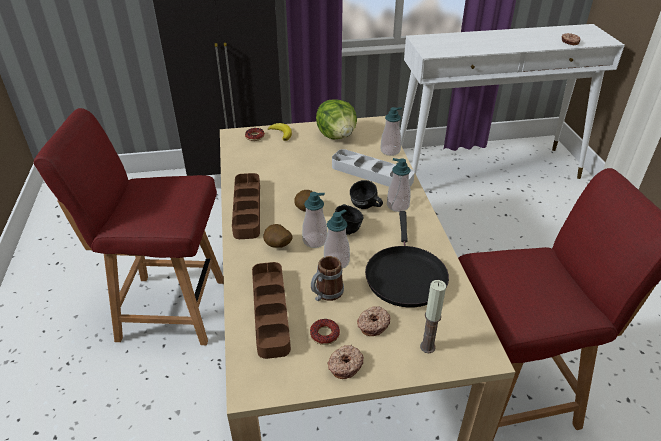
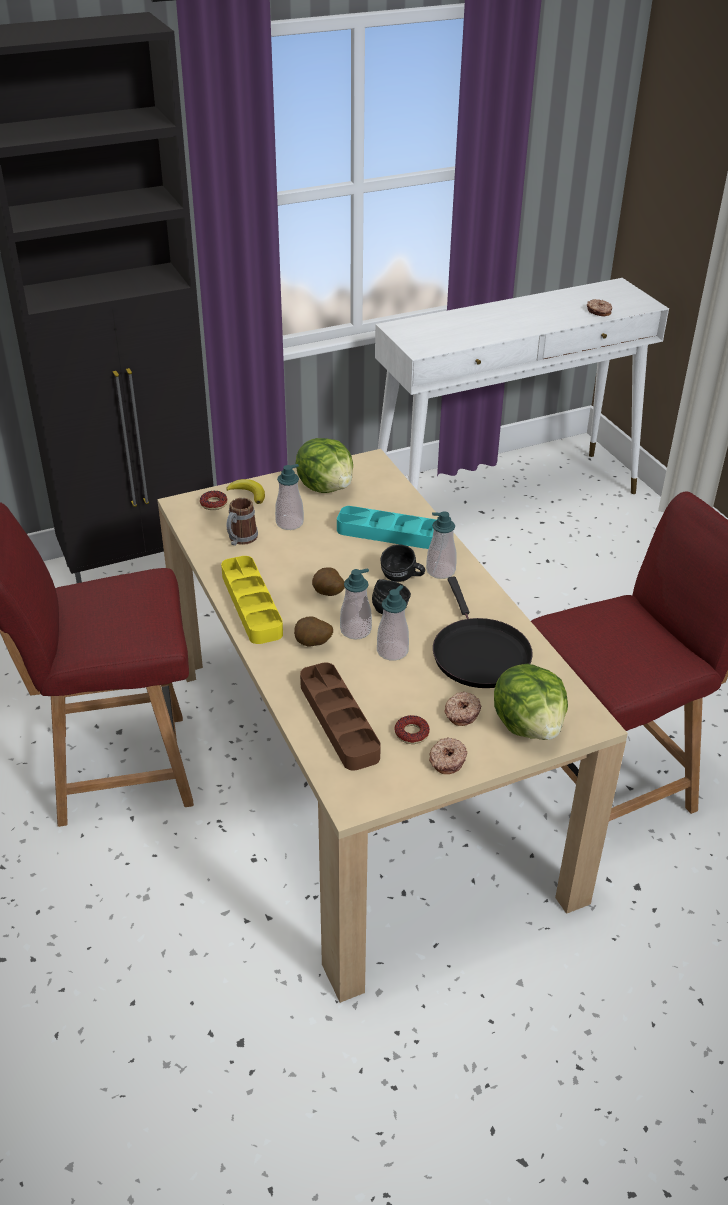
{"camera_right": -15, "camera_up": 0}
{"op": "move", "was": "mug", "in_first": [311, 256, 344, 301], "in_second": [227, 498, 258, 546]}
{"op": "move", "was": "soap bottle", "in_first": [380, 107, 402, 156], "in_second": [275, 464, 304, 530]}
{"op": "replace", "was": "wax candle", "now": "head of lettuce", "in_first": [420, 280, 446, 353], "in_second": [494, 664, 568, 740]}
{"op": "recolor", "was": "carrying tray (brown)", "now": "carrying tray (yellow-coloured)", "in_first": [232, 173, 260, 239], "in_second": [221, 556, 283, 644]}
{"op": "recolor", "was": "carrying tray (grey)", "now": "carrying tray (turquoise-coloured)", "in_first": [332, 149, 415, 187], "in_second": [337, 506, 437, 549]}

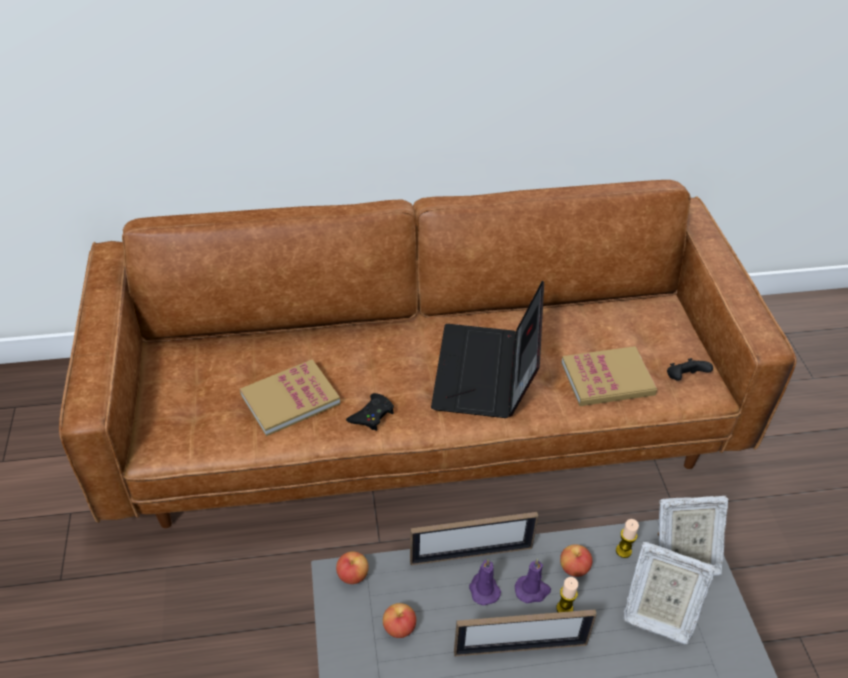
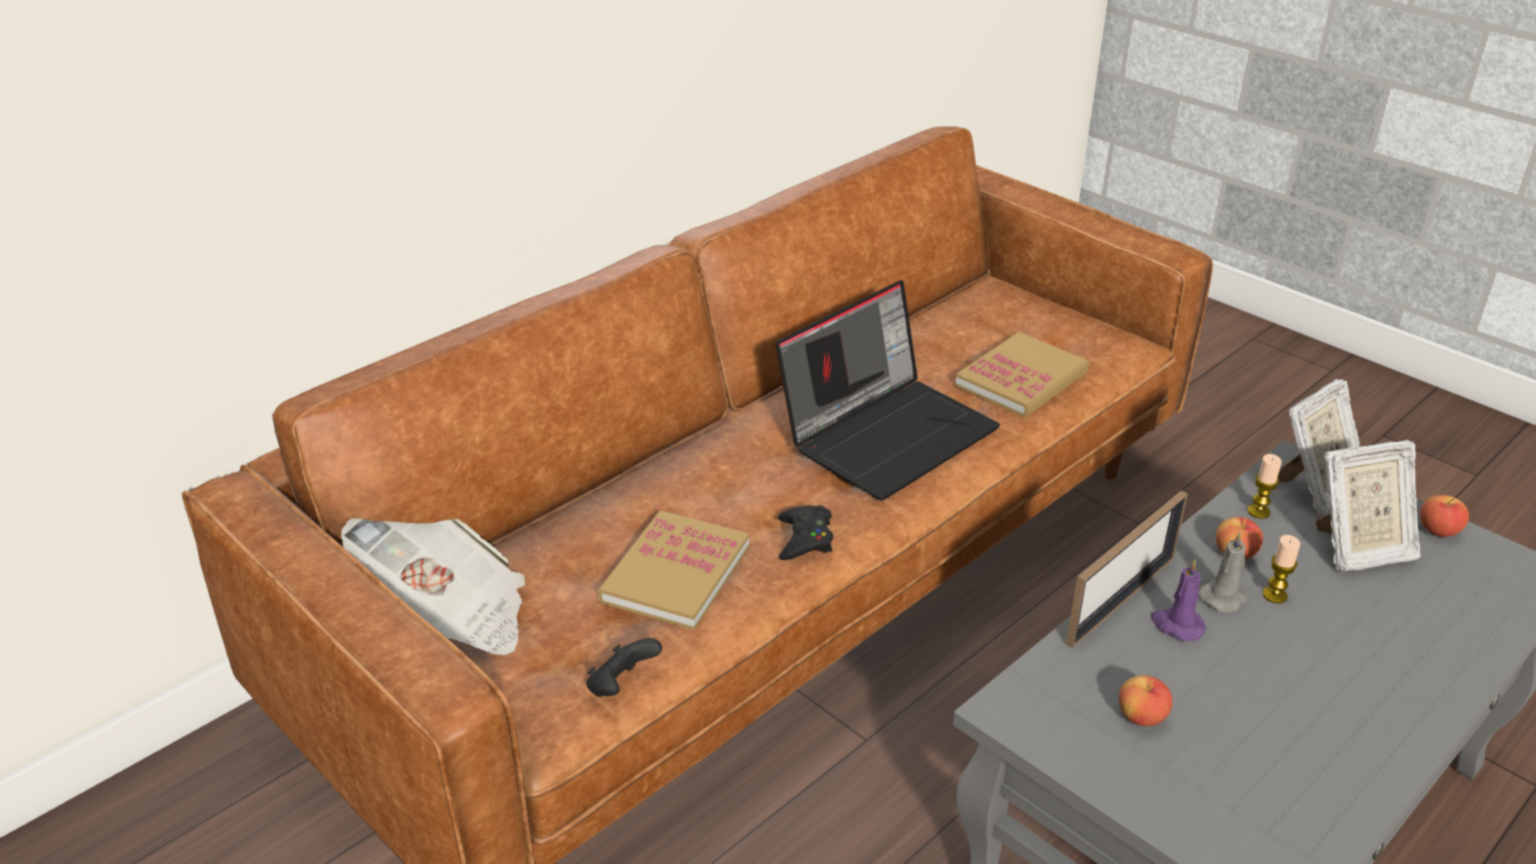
{"camera_right": -35, "camera_up": -10}
{"op": "delete", "was": "photo frame", "in_first": [454, 610, 597, 656]}
{"op": "insert", "now": "printed paper", "in_second": [341, 518, 525, 655]}
{"op": "move", "was": "apple fruit", "in_first": [336, 552, 369, 584], "in_second": [1420, 495, 1469, 537]}
{"op": "move", "was": "joypad (blackish)", "in_first": [667, 358, 713, 381], "in_second": [587, 638, 662, 697]}
{"op": "recolor", "was": "wax candle (purple-coloured)", "now": "wax candle (grey)", "in_first": [515, 559, 551, 603], "in_second": [1199, 532, 1248, 612]}
{"op": "rotate", "was": "laptop", "in_first": [431, 281, 544, 418], "in_second": [775, 280, 1000, 500], "clockwise": -105}

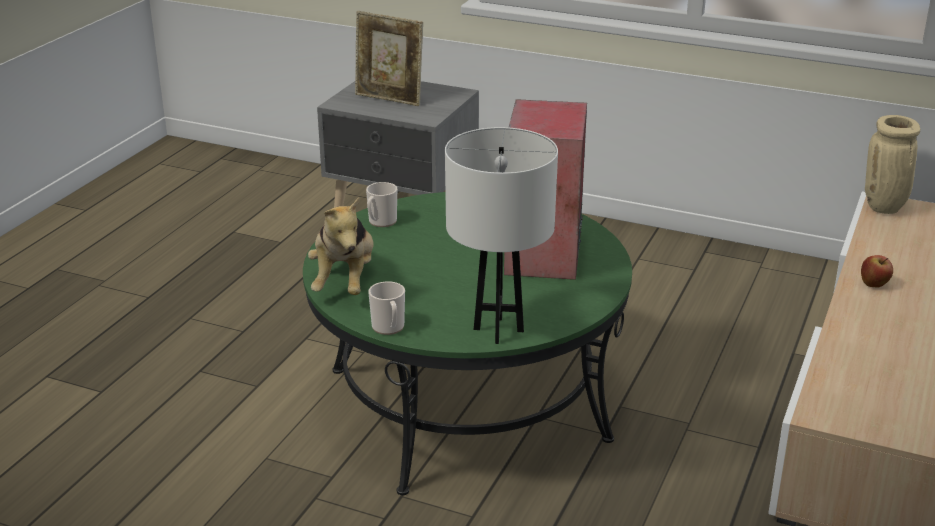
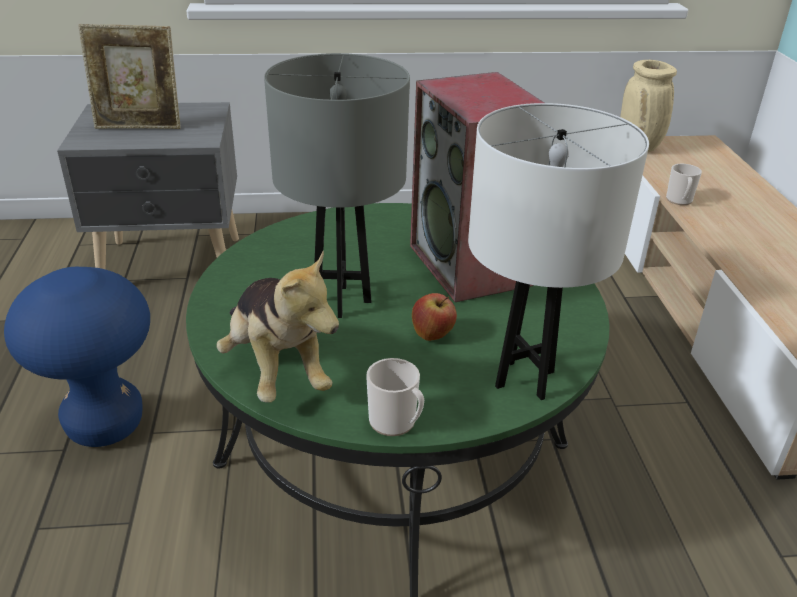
{"camera_right": -30, "camera_up": 5}
{"op": "insert", "now": "stool (blue)", "in_second": [4, 267, 150, 447]}
{"op": "insert", "now": "table lamp (grey)", "in_second": [264, 53, 410, 318]}
{"op": "move", "was": "mug", "in_first": [366, 182, 397, 227], "in_second": [666, 164, 702, 205]}
{"op": "move", "was": "apple fruit", "in_first": [861, 255, 893, 287], "in_second": [412, 293, 457, 341]}

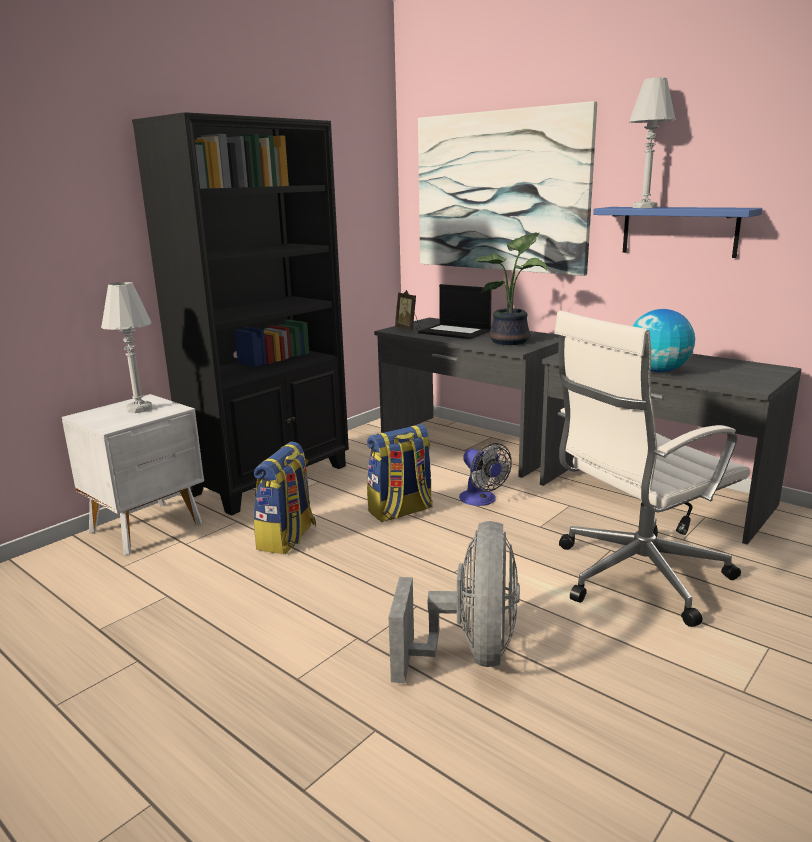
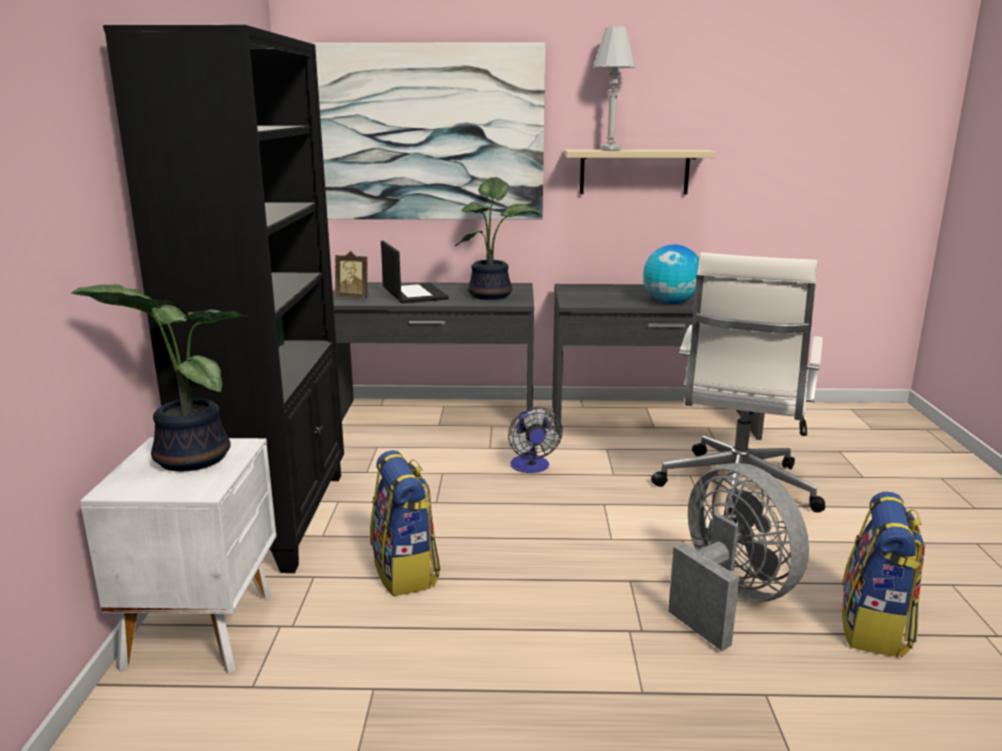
{"camera_right": -40, "camera_up": 0}
{"op": "move", "was": "knapsack", "in_first": [367, 424, 433, 522], "in_second": [842, 491, 925, 658]}
{"op": "replace", "was": "table lamp (white-coloured)", "now": "potted plant", "in_first": [101, 282, 152, 413], "in_second": [71, 284, 244, 472]}
{"op": "recolor", "was": "shelf (blue)", "now": "shelf (beige)", "in_first": [593, 207, 763, 258], "in_second": [565, 149, 716, 194]}
{"op": "rotate", "was": "laptop", "in_first": [418, 284, 492, 339], "in_second": [381, 240, 449, 303], "clockwise": -105}
{"op": "rotate", "was": "cooling fan", "in_first": [459, 443, 512, 506], "in_second": [508, 407, 563, 473], "clockwise": 60}

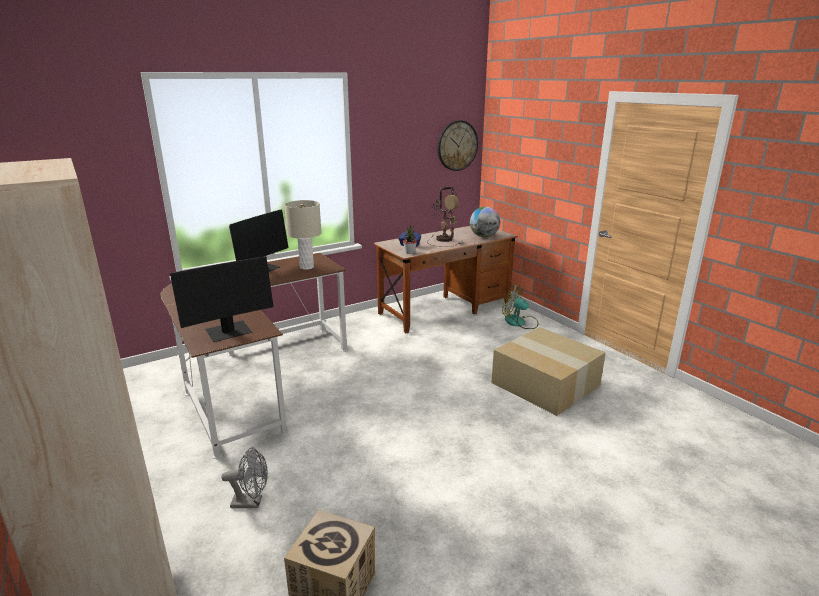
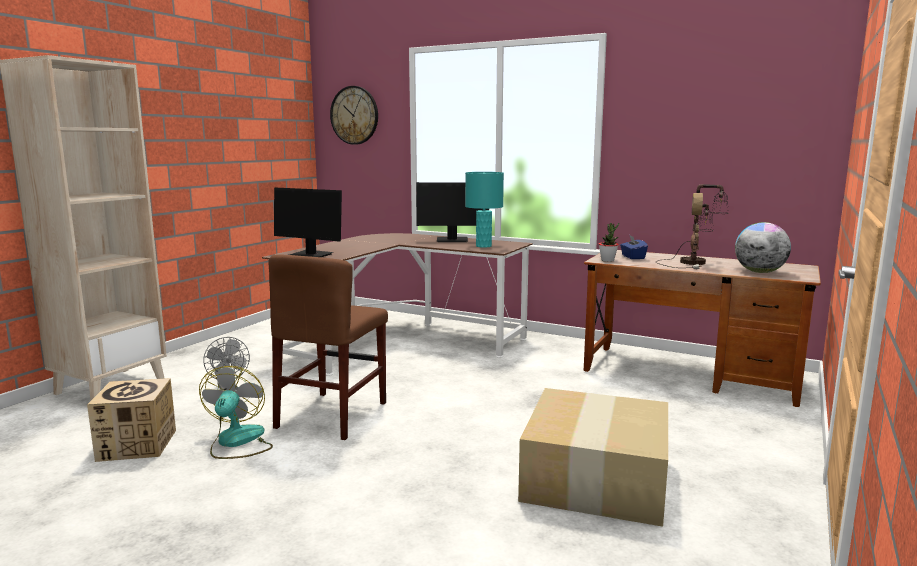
{"camera_right": 60, "camera_up": -10}
{"op": "insert", "now": "plain chair (brown)", "in_second": [268, 255, 388, 440]}
{"op": "move", "was": "wall clock", "in_first": [437, 120, 478, 171], "in_second": [330, 86, 378, 145]}
{"op": "move", "was": "cooling fan", "in_first": [502, 284, 539, 329], "in_second": [199, 366, 273, 459]}
{"op": "recolor", "was": "table lamp (beige)", "now": "table lamp (turquoise-coloured)", "in_first": [284, 200, 322, 270], "in_second": [465, 172, 504, 248]}

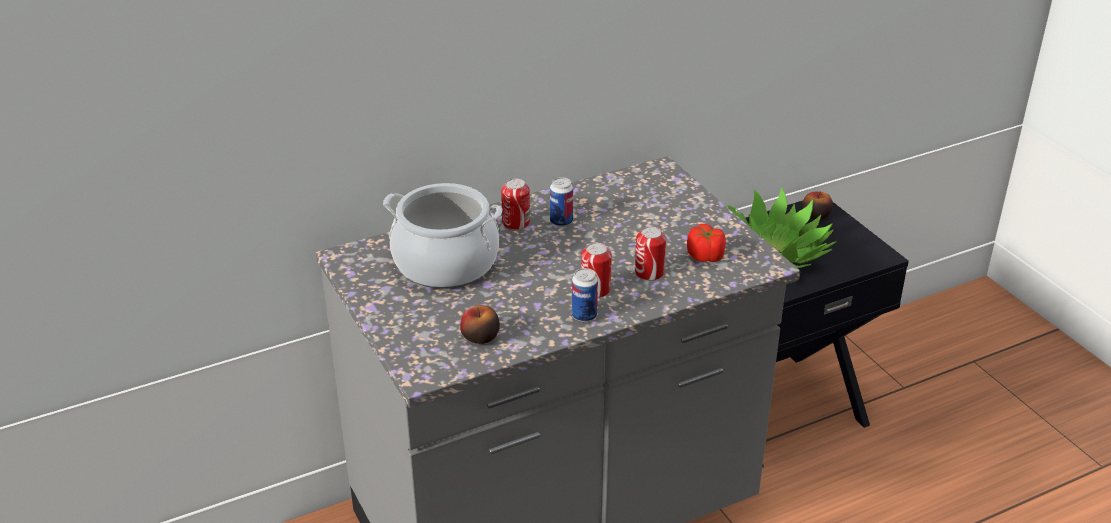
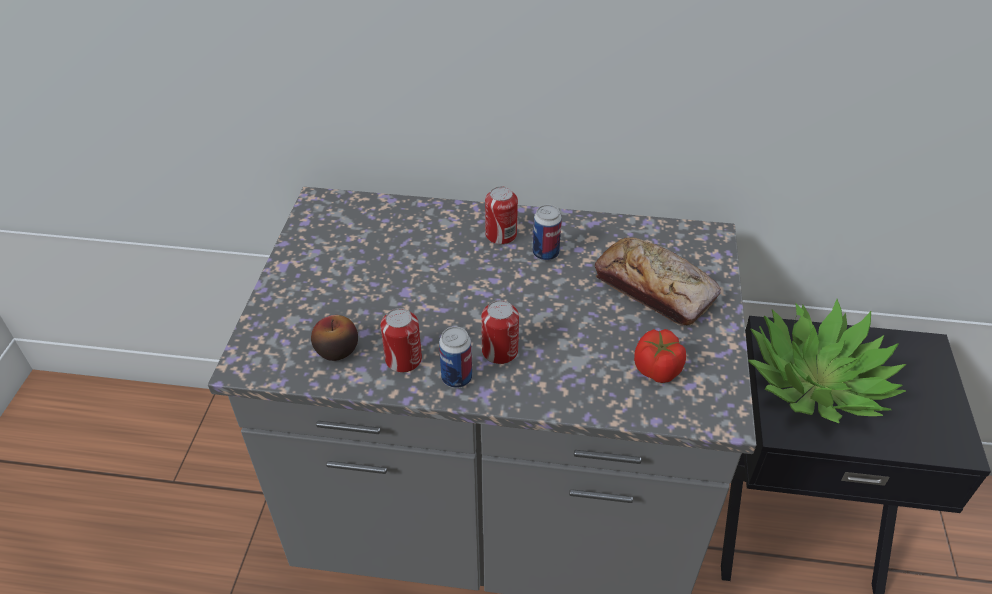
{"camera_right": 35, "camera_up": 10}
{"op": "delete", "was": "cooking pot", "in_first": [383, 183, 503, 289]}
{"op": "delete", "was": "apple fruit", "in_first": [802, 191, 833, 219]}
{"op": "insert", "now": "baked bread", "in_second": [595, 238, 721, 326]}
{"op": "move", "was": "can", "in_first": [635, 226, 666, 281], "in_second": [380, 308, 422, 373]}

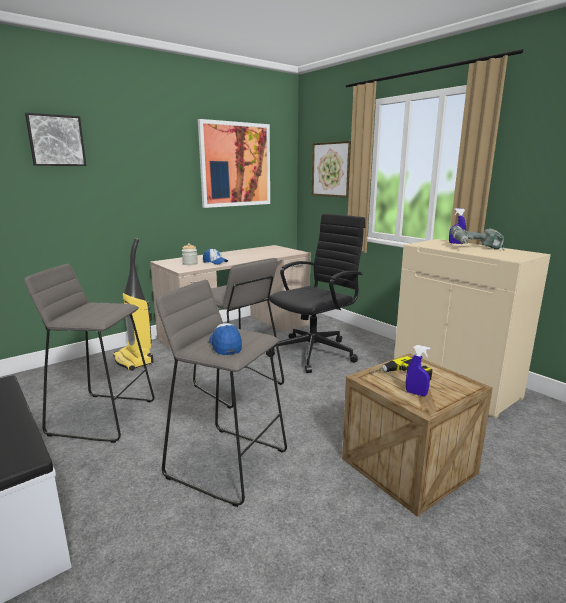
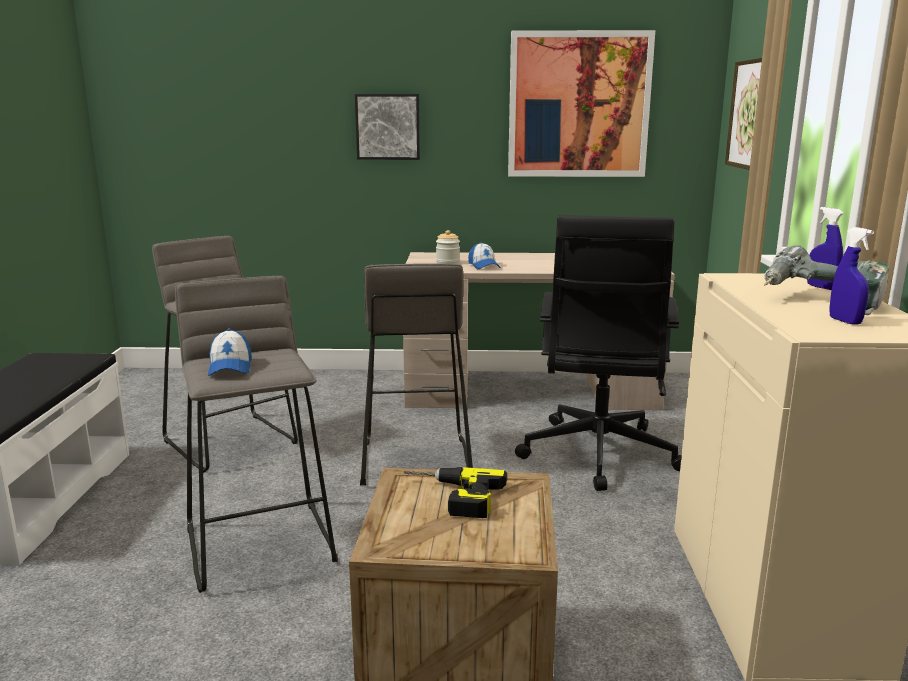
{"camera_right": 40, "camera_up": 0}
{"op": "delete", "was": "vacuum", "in_first": [113, 238, 154, 371]}
{"op": "move", "was": "picture", "in_first": [25, 113, 86, 166], "in_second": [355, 94, 420, 160]}
{"op": "move", "was": "hand sprayer (blue)", "in_first": [406, 345, 430, 396], "in_second": [829, 227, 874, 325]}
{"op": "rotate", "was": "cap", "in_first": [209, 323, 242, 355], "in_second": [208, 329, 252, 376], "clockwise": 150}
{"op": "rotate", "was": "office chair (blackish)", "in_first": [266, 213, 365, 373], "in_second": [515, 215, 682, 491], "clockwise": 105}

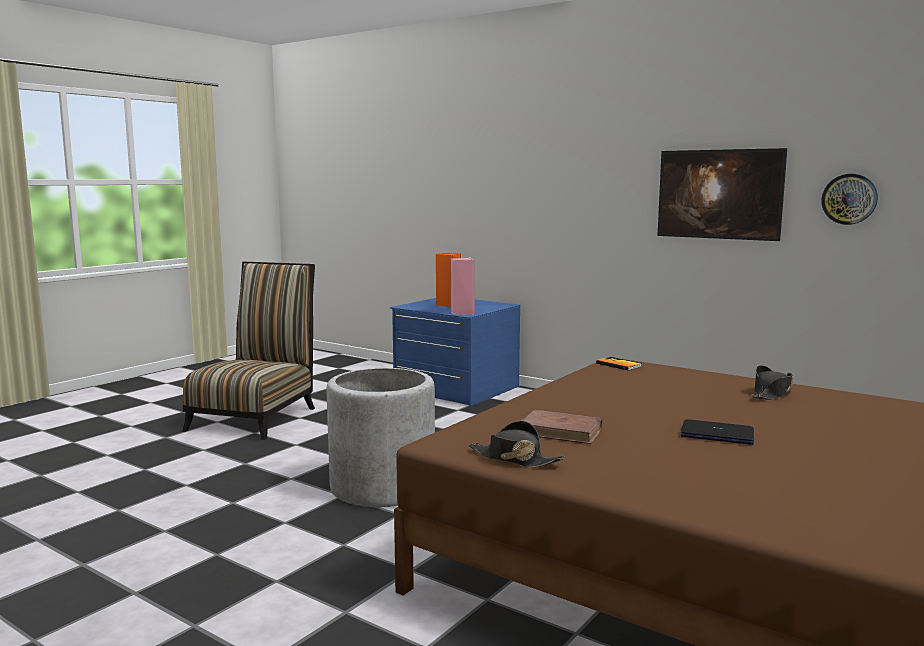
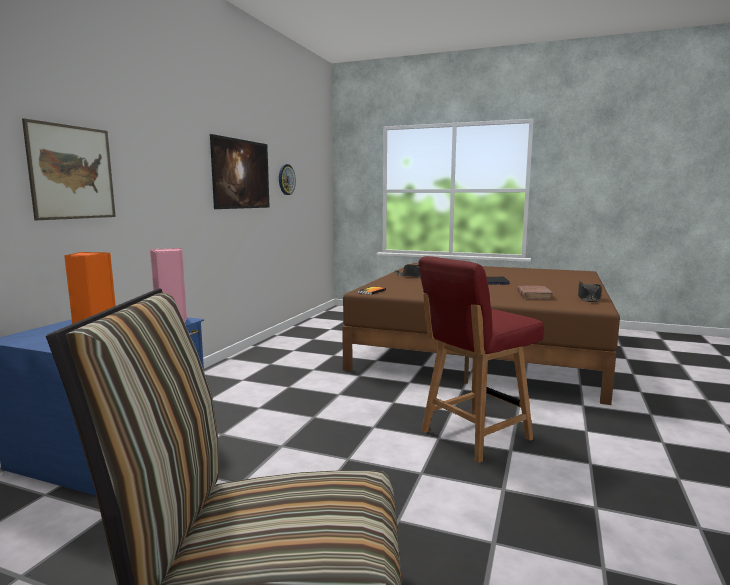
{"camera_right": -105, "camera_up": 0}
{"op": "insert", "now": "picture", "in_second": [22, 118, 116, 220]}
{"op": "replace", "was": "planter (grey)", "now": "plain chair (reddish)", "in_first": [326, 368, 435, 507], "in_second": [419, 256, 544, 463]}

